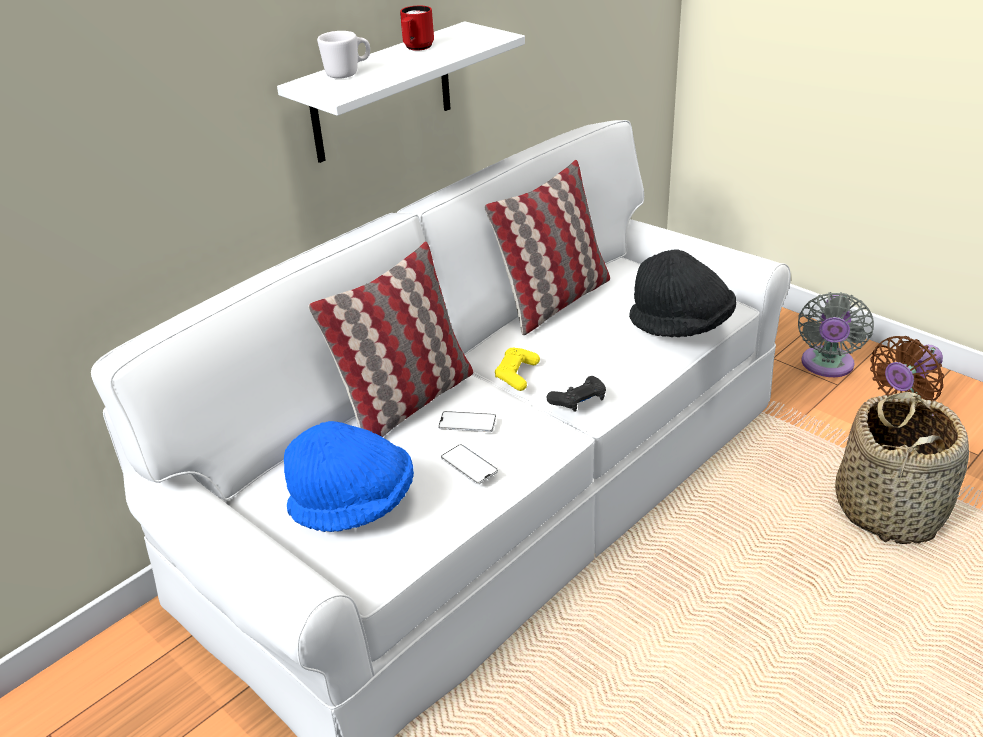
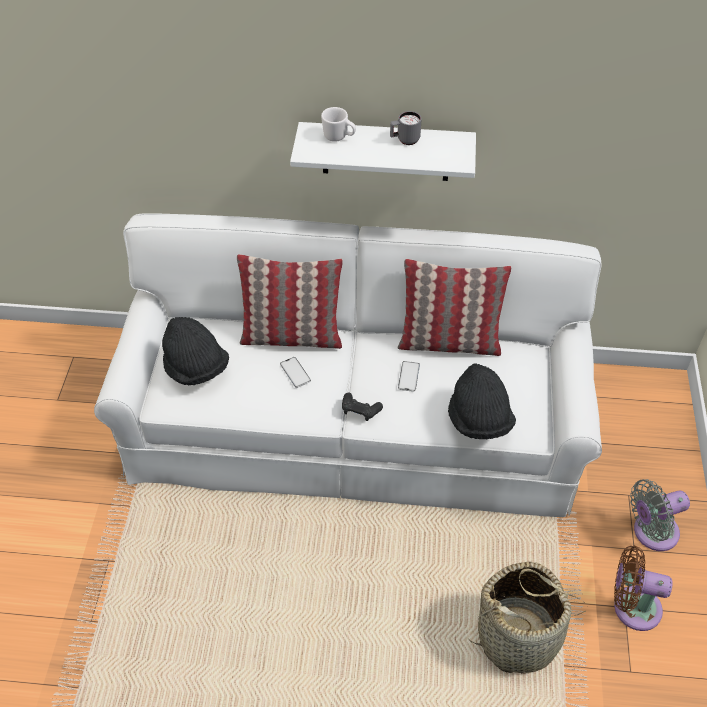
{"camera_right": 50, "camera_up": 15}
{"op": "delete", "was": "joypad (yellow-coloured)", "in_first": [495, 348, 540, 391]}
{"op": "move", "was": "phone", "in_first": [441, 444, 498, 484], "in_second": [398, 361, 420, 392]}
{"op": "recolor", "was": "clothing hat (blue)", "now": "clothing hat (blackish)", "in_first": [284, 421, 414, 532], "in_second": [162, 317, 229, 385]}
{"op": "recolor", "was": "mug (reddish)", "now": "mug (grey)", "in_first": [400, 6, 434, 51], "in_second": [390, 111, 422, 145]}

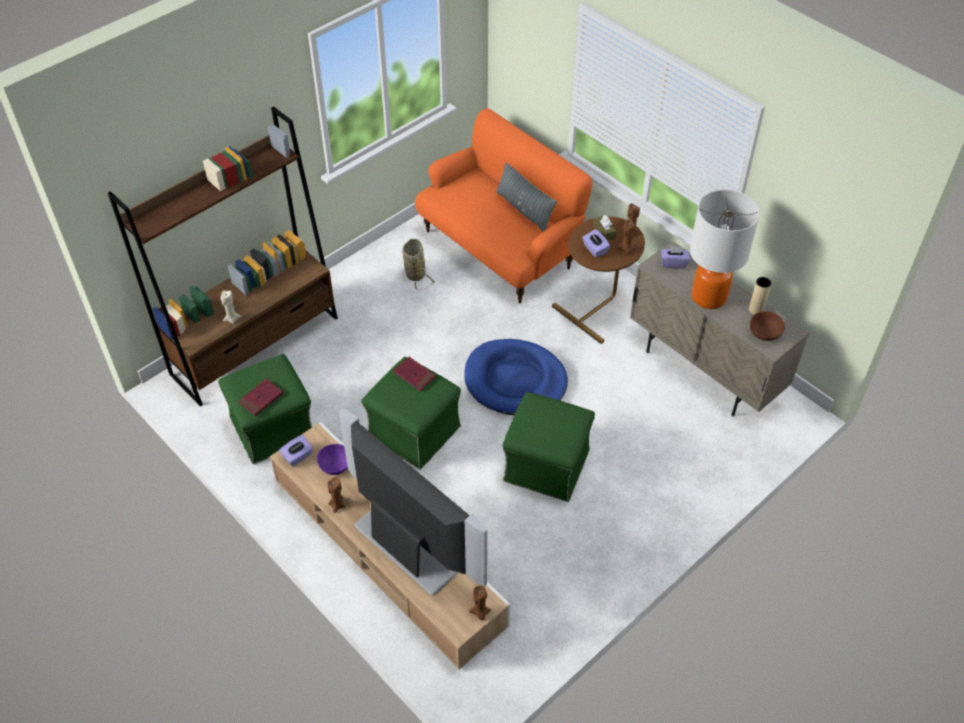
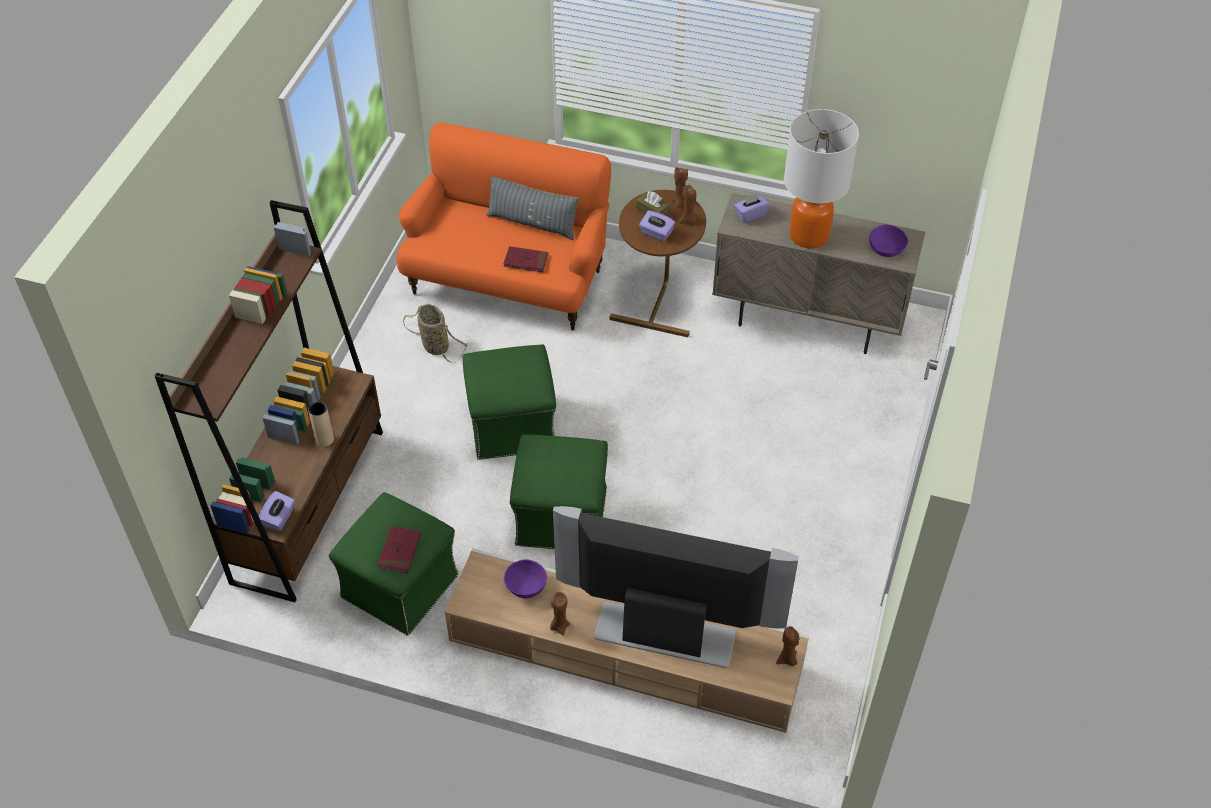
{"camera_right": -30, "camera_up": 0}
{"op": "delete", "was": "wax candle (beige)", "in_first": [221, 290, 242, 324]}
{"op": "delete", "was": "pet bed (blue)", "in_first": [464, 339, 568, 415]}
{"op": "move", "was": "tissue holder (purple-coloured)", "in_first": [279, 435, 313, 466], "in_second": [259, 491, 295, 531]}
{"op": "move", "was": "book (reddish)", "in_first": [393, 357, 436, 391], "in_second": [504, 246, 548, 272]}
{"op": "move", "was": "footrest (green-coloured)", "in_first": [502, 392, 595, 502], "in_second": [463, 344, 556, 460]}
{"op": "move", "was": "decorative vase (beige)", "in_first": [749, 277, 772, 315], "in_second": [308, 402, 334, 447]}
{"op": "recolor", "was": "deep dish (brown)", "now": "deep dish (purple-coloured)", "in_first": [750, 311, 785, 341], "in_second": [869, 225, 908, 257]}

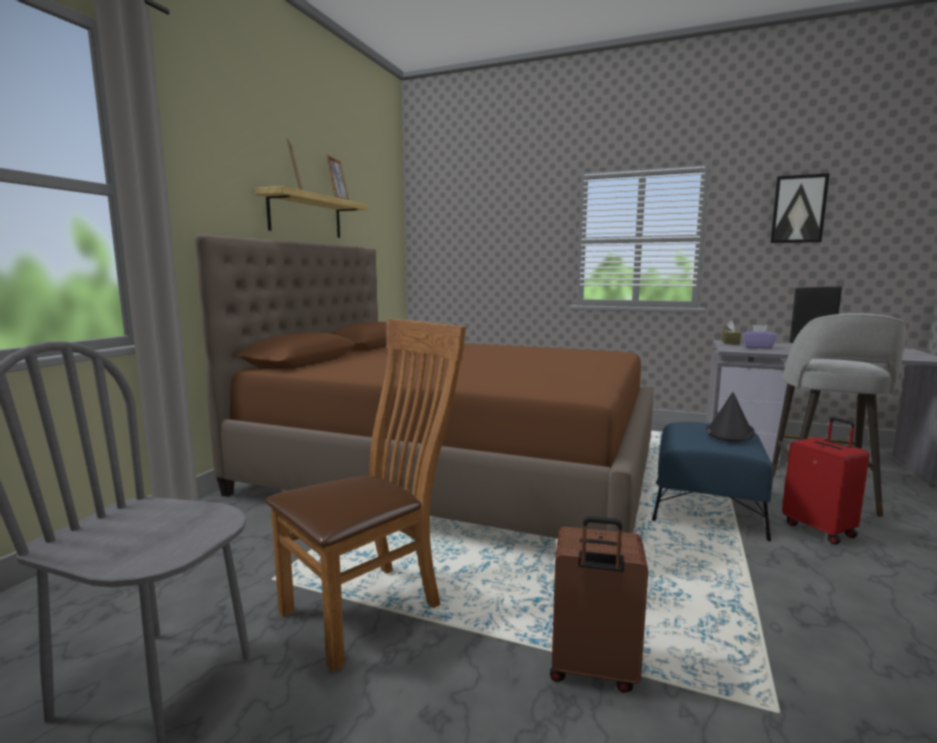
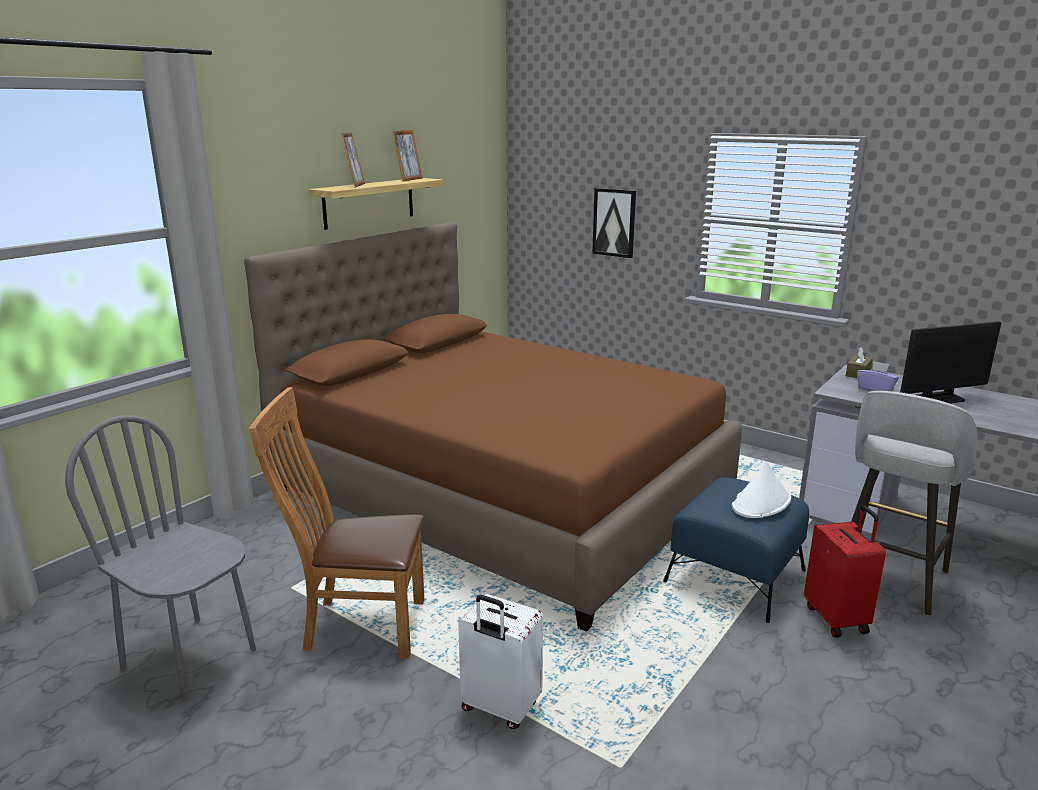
{"camera_right": 15, "camera_up": 10}
{"op": "move", "was": "picture", "in_first": [770, 173, 830, 243], "in_second": [592, 188, 636, 258]}
{"op": "recolor", "was": "piece of luggage (brown)", "now": "piece of luggage (white-coloured)", "in_first": [550, 516, 648, 693], "in_second": [458, 594, 543, 729]}
{"op": "recolor", "was": "clothing hat (blackish)", "now": "clothing hat (white-coloured)", "in_first": [706, 392, 755, 442], "in_second": [732, 462, 791, 518]}
{"op": "rotate", "was": "plain chair (brown)", "in_first": [265, 319, 466, 672], "in_second": [249, 387, 424, 659], "clockwise": -150}

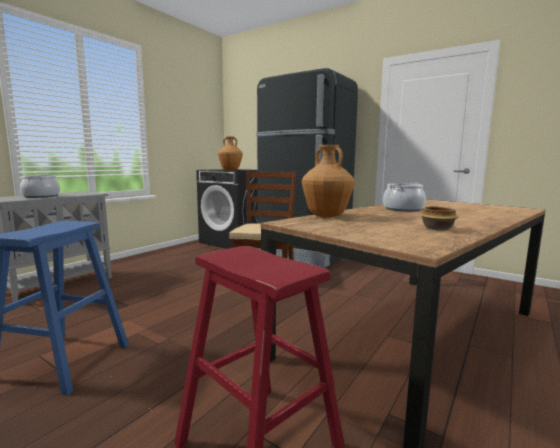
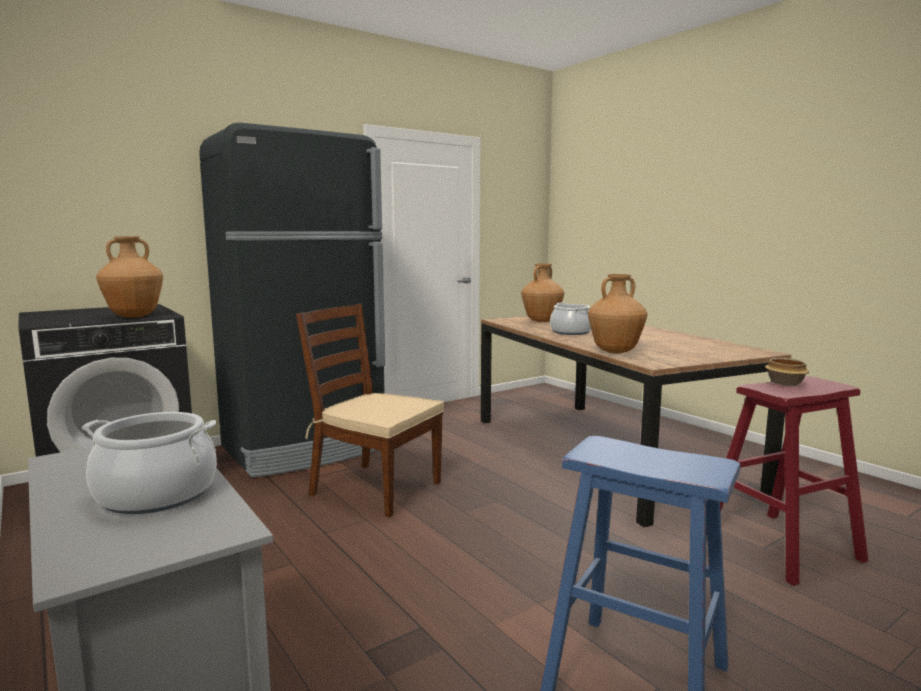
{"camera_right": -70, "camera_up": 0}
{"op": "insert", "now": "decorative vase (brown)", "in_second": [521, 263, 564, 322]}
{"op": "move", "was": "deep dish", "in_first": [420, 206, 459, 231], "in_second": [765, 358, 809, 386]}

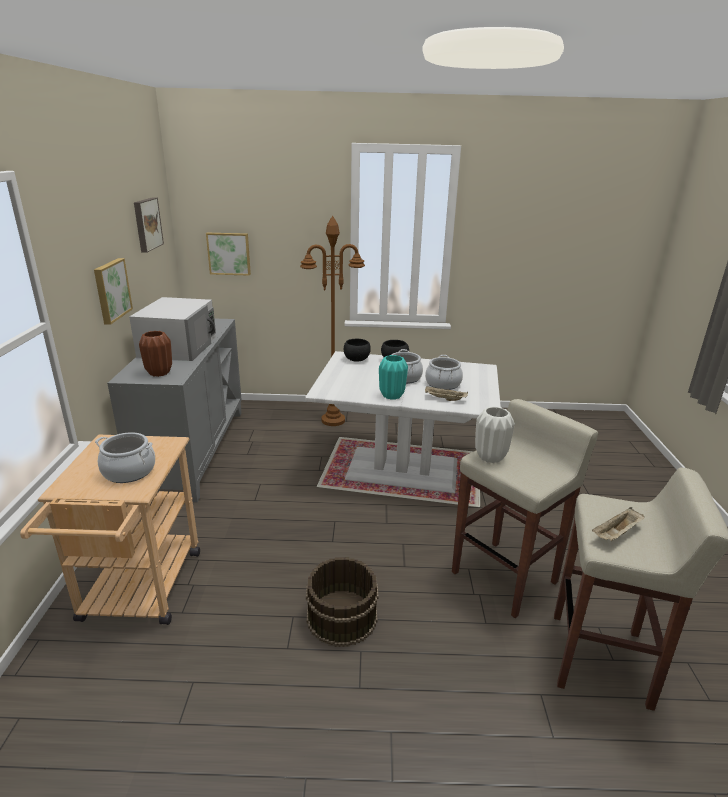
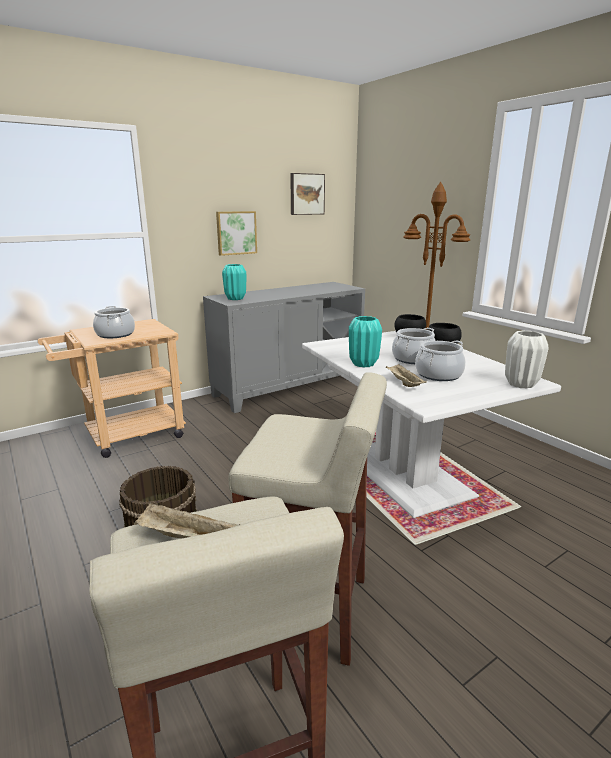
{"camera_right": 55, "camera_up": -5}
{"op": "delete", "was": "microwave oven (white-coloured)", "in_first": [129, 297, 216, 361]}
{"op": "delete", "was": "picture", "in_first": [206, 233, 251, 276]}
{"op": "move", "was": "decorative vase (white-coloured)", "in_first": [475, 406, 515, 463], "in_second": [505, 330, 549, 389]}
{"op": "recolor", "was": "decorative vase (brown)", "now": "decorative vase (turquoise-coloured)", "in_first": [139, 331, 172, 377], "in_second": [222, 264, 246, 300]}

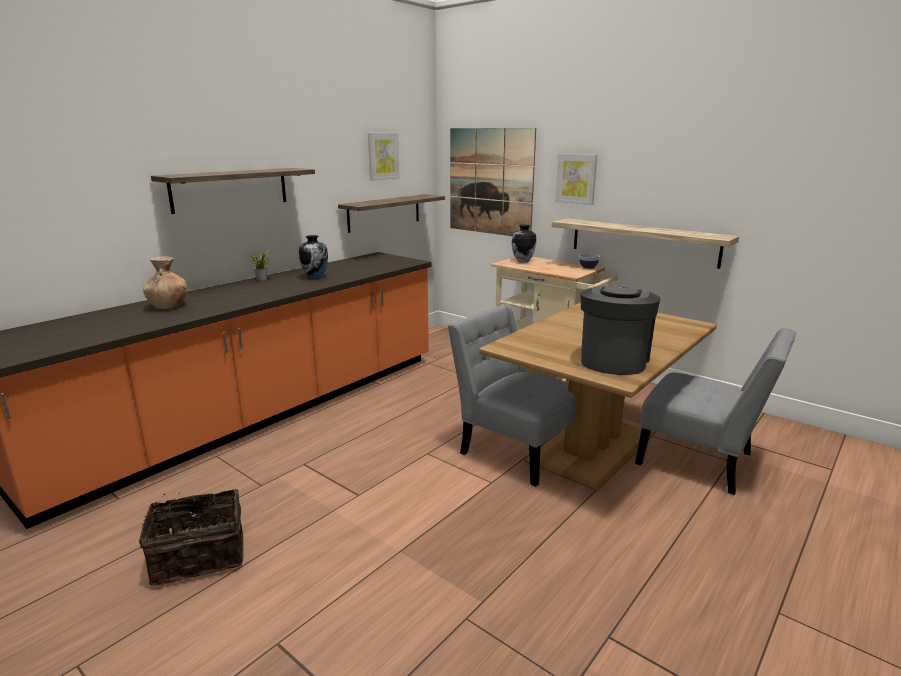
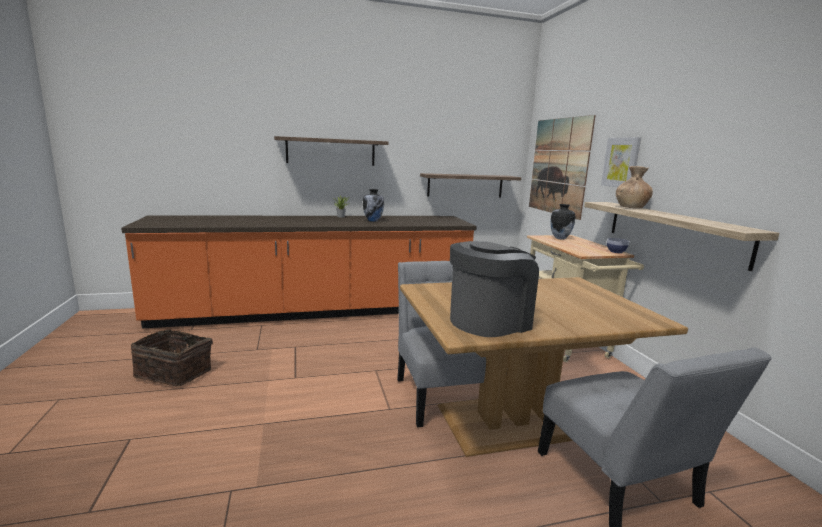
{"camera_right": 35, "camera_up": -5}
{"op": "delete", "was": "picture", "in_first": [368, 133, 400, 181]}
{"op": "move", "was": "decorative vase (brown)", "in_first": [143, 257, 188, 309], "in_second": [616, 166, 653, 208]}

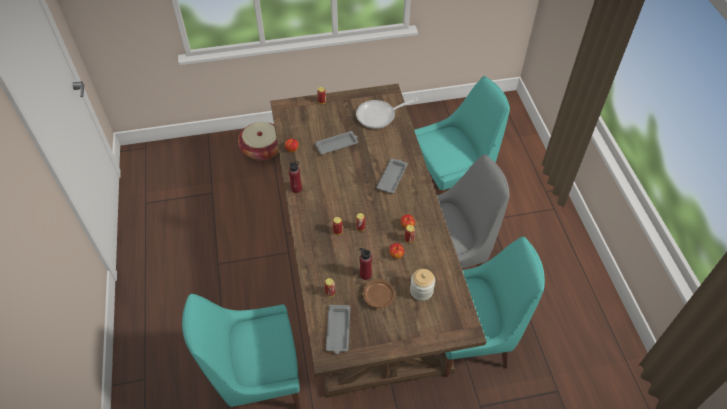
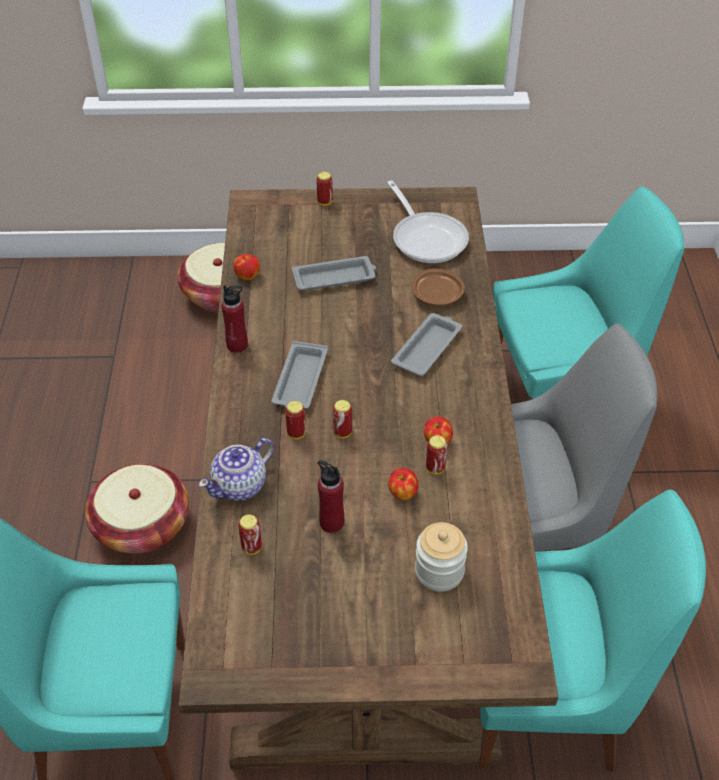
{"camera_right": 10, "camera_up": -5}
{"op": "insert", "now": "basket", "in_second": [85, 464, 189, 554]}
{"op": "insert", "now": "teapot", "in_second": [199, 438, 274, 501]}
{"op": "move", "was": "carrying tray (grey)", "in_first": [326, 305, 350, 354], "in_second": [272, 341, 328, 409]}
{"op": "move", "was": "plate (brown)", "in_first": [362, 279, 395, 308], "in_second": [411, 269, 465, 305]}
{"op": "rotate", "was": "pan", "in_first": [356, 98, 418, 129], "in_second": [387, 180, 469, 263], "clockwise": -105}

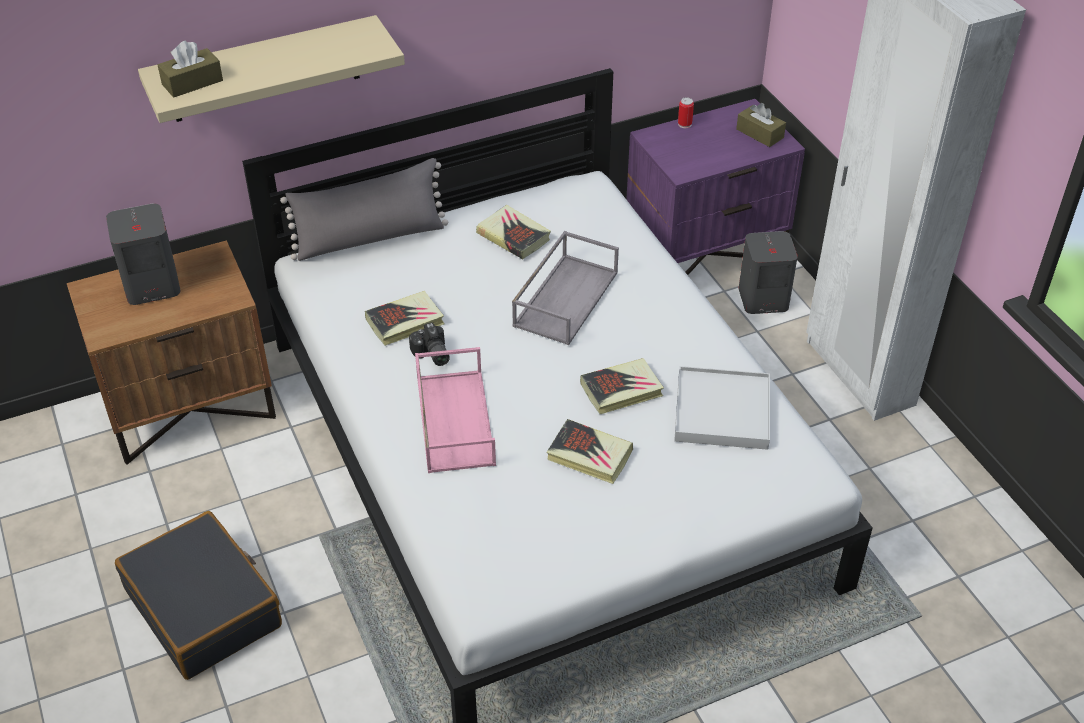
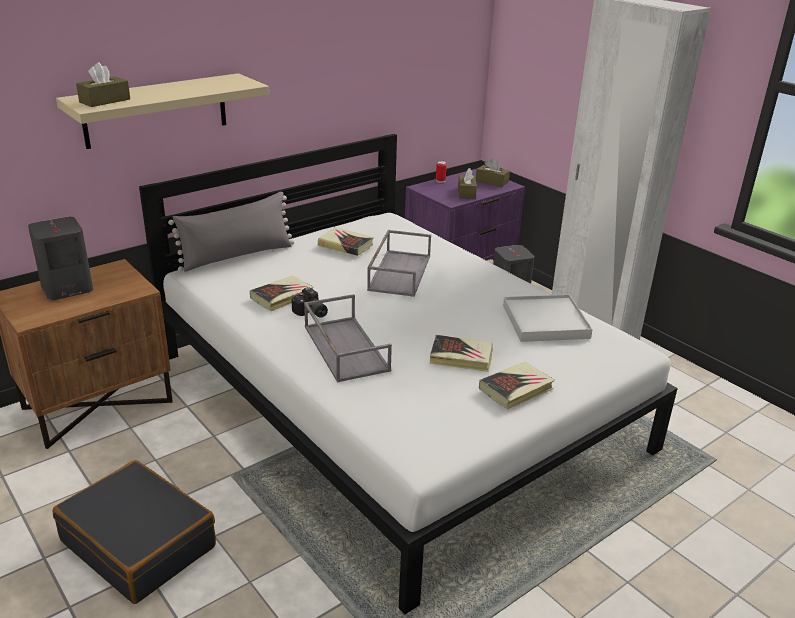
{"camera_right": -15, "camera_up": -15}
{"op": "insert", "now": "tissue holder (brown)", "in_second": [458, 168, 477, 199]}
{"op": "move", "was": "book", "in_first": [580, 358, 664, 414], "in_second": [479, 362, 555, 409]}
{"op": "recolor", "was": "carrying tray (pink)", "now": "carrying tray (grey)", "in_first": [415, 347, 496, 473], "in_second": [304, 294, 392, 383]}

